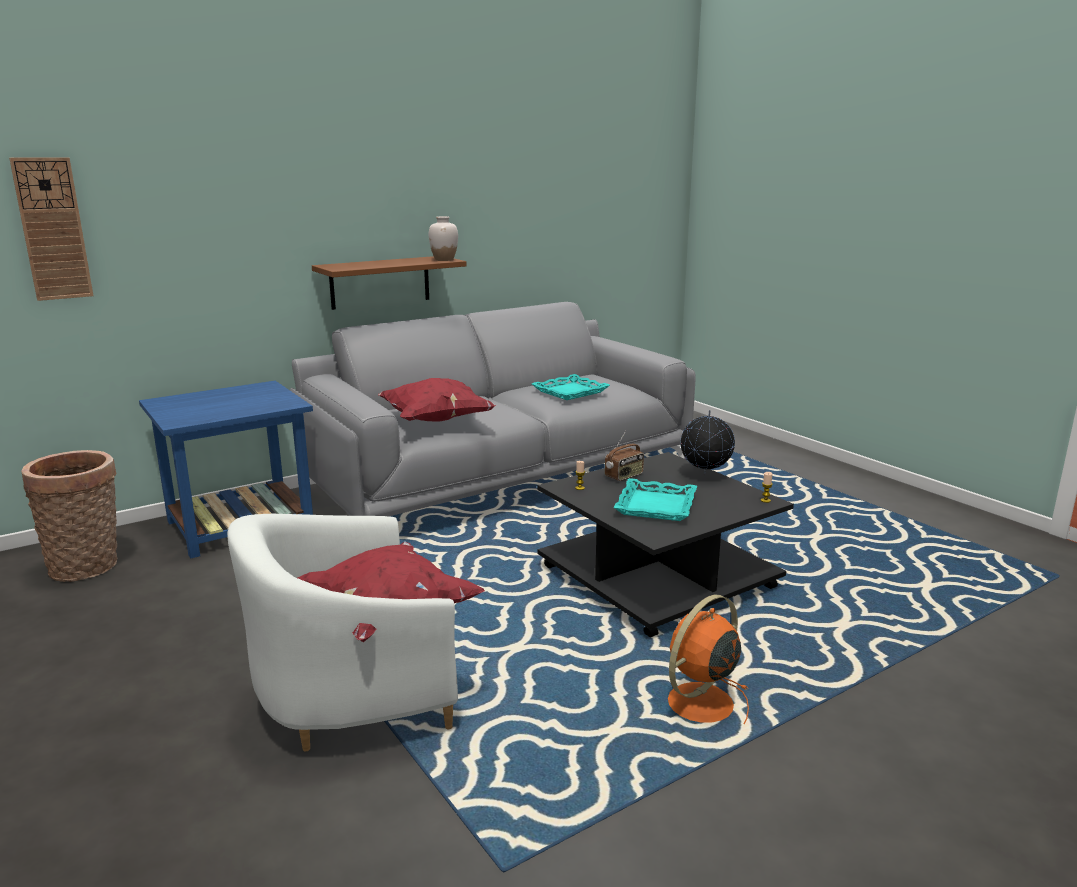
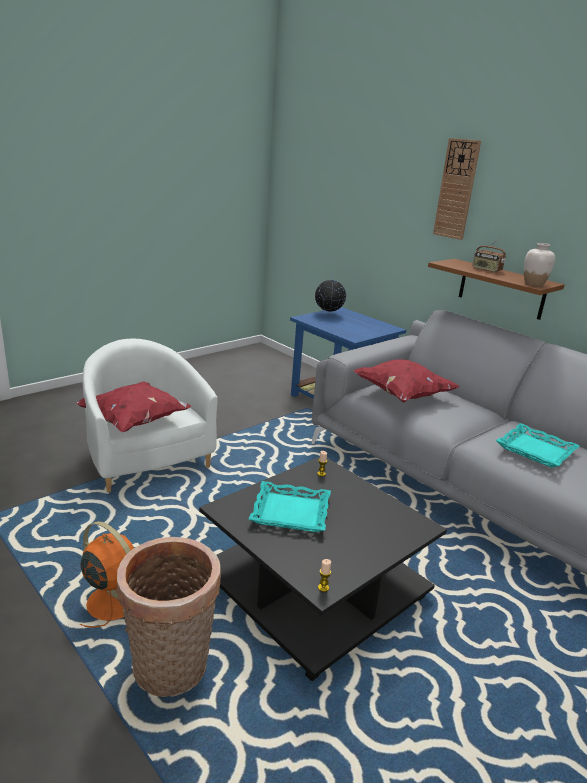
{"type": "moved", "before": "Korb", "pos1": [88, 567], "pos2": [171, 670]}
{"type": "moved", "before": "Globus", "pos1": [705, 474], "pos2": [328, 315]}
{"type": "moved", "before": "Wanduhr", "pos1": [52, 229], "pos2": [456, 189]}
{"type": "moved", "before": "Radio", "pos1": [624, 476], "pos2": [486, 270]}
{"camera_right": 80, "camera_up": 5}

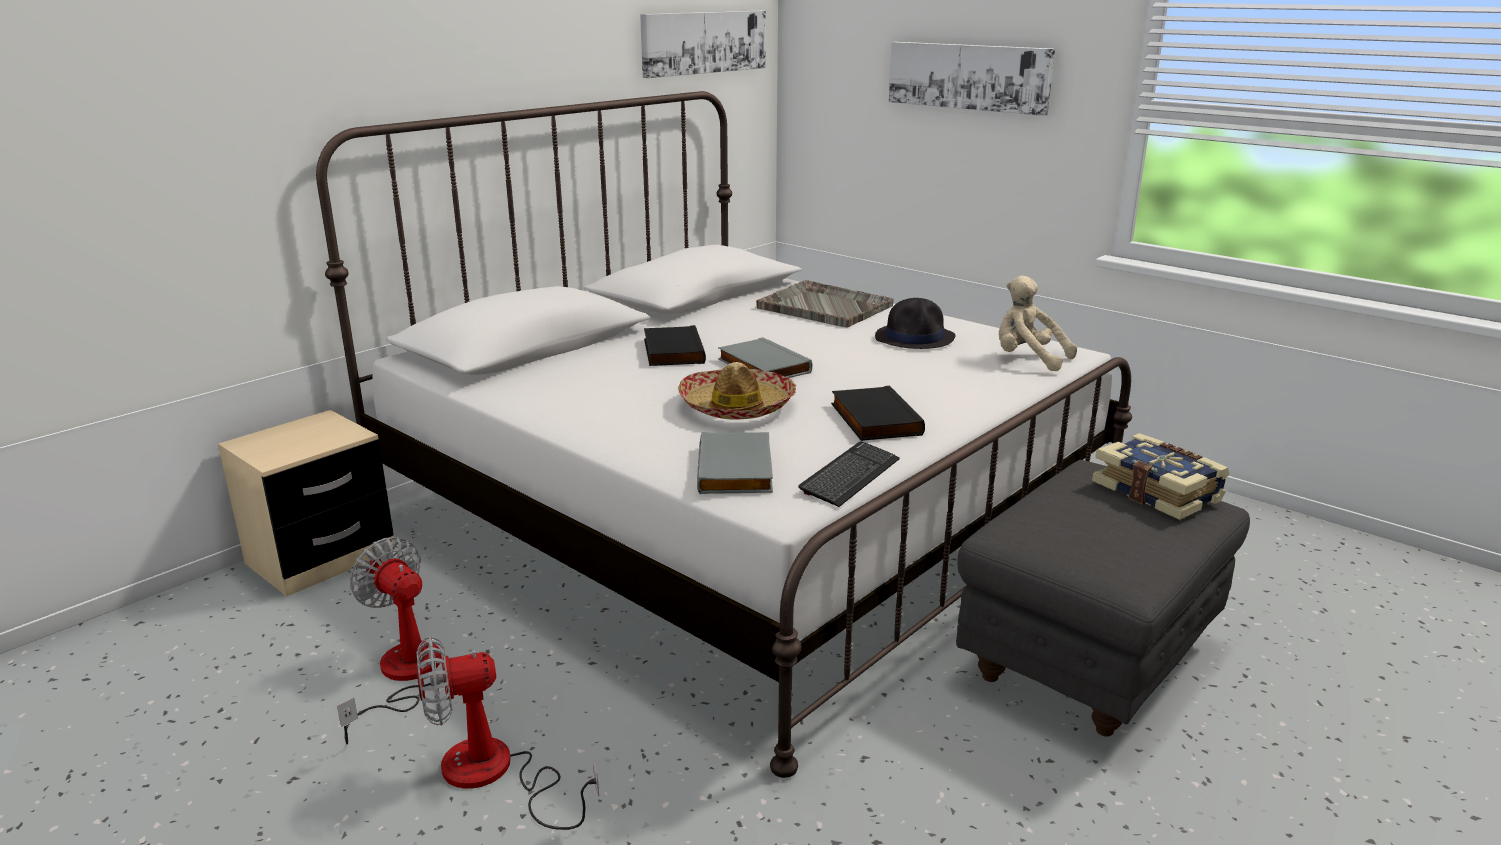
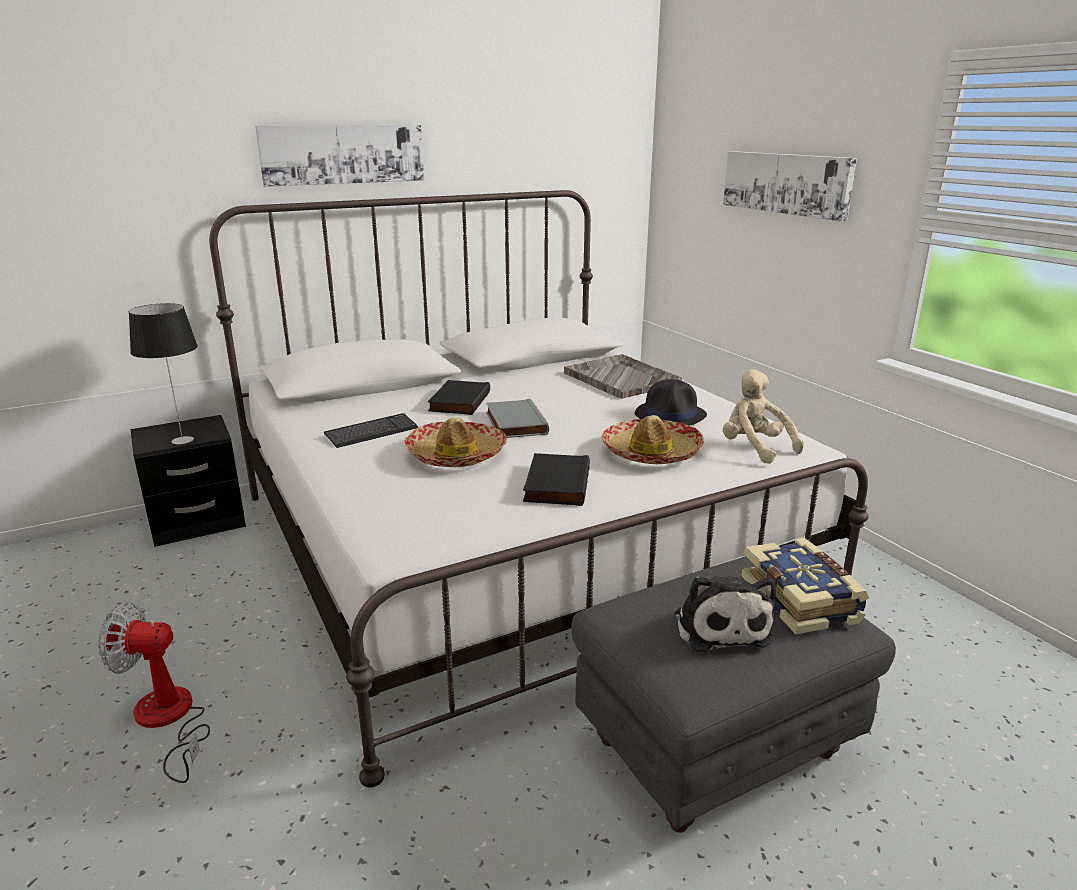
{"type": "added", "after": "Tischlampe", "pos2": [182, 440]}
{"type": "recoloured", "before": "Nachttisch [beige]", "after": "Nachttisch [schwarz]", "pos1": [321, 558], "pos2": [197, 522]}
{"type": "moved", "before": "Bild", "pos1": [703, 42], "pos2": [343, 154]}
{"type": "moved", "before": "Tastatur", "pos1": [850, 476], "pos2": [371, 432]}
{"type": "added", "after": "Hut", "pos2": [651, 452]}
{"type": "added", "after": "Plüschtier", "pos2": [720, 625]}
{"type": "removed", "before": "Ventilator", "pos1": [401, 677]}
{"type": "removed", "before": "Buch [grau]", "pos1": [738, 469]}
{"camera_right": 20, "camera_up": 0}

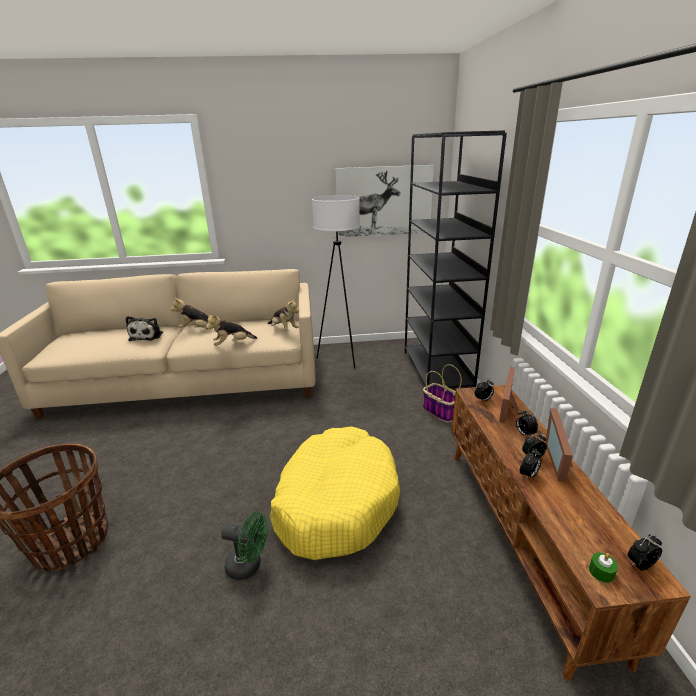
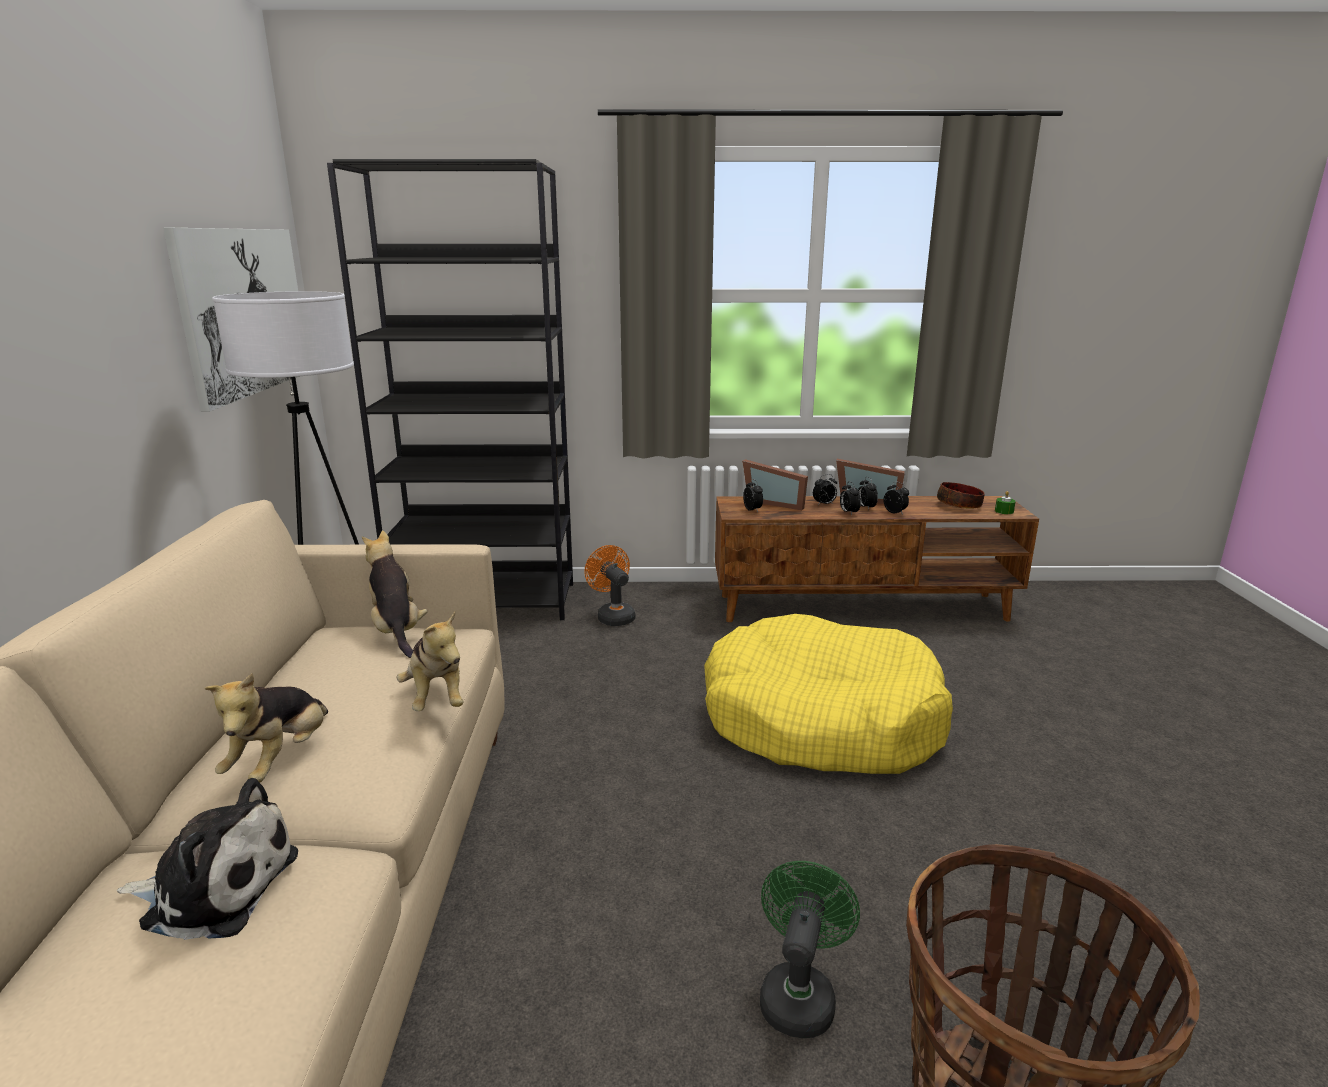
{"type": "turned", "before": "Plüschtier", "pos1": [284, 329], "pos2": [397, 630], "turn": -75}
{"type": "replaced", "before": "Korb", "after": "Ventilator [orange]", "pos1": [440, 411], "pos2": [613, 616]}
{"type": "moved", "before": "Ventilator [grün]", "pos1": [249, 566], "pos2": [799, 994]}
{"type": "moved", "before": "Wecker", "pos1": [639, 564], "pos2": [848, 513]}
{"type": "added", "after": "Schüssel", "pos2": [959, 505]}
{"camera_right": -85, "camera_up": -5}

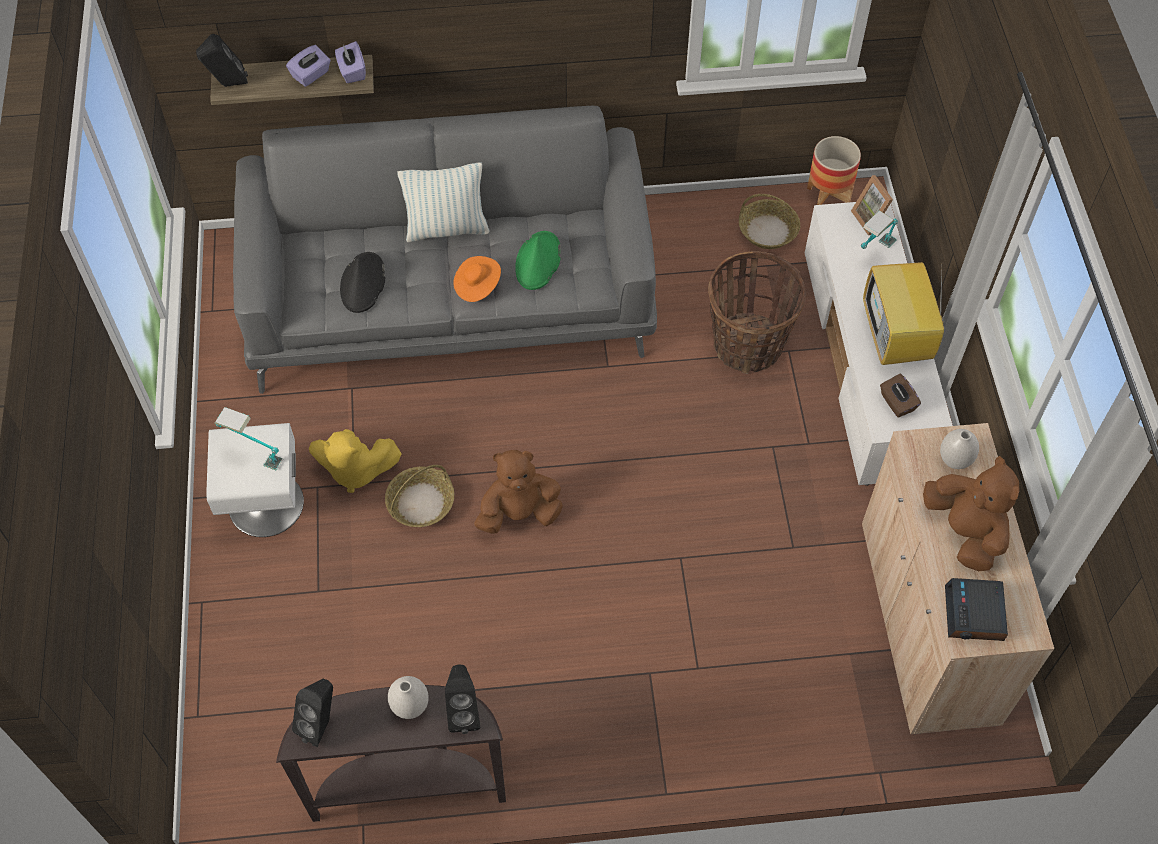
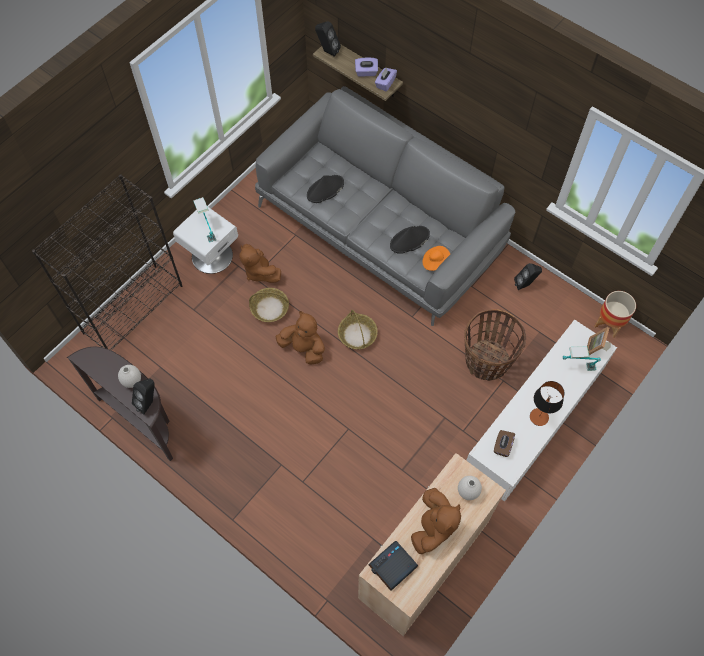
{"type": "added", "after": "Bücherregal [schwarz]", "pos2": [133, 308]}
{"type": "recoloured", "before": "Plüschtier [gelb]", "after": "Plüschtier [braun]", "pos1": [355, 470], "pos2": [259, 271]}
{"type": "moved", "before": "Korb", "pos1": [768, 231], "pos2": [357, 335]}
{"type": "recoloured", "before": "Hut [grün]", "after": "Hut [schwarz]", "pos1": [538, 261], "pos2": [409, 240]}
{"type": "moved", "before": "Hut [orange]", "pos1": [477, 286], "pos2": [435, 262]}
{"type": "moved", "before": "Lautsprecher [schwarz]", "pos1": [321, 724], "pos2": [525, 284]}
{"type": "replaced", "before": "Fernseher", "after": "Tischlampe", "pos1": [897, 338], "pos2": [539, 417]}
{"type": "removed", "before": "Kissen", "pos1": [447, 228]}
{"camera_right": 45, "camera_up": 5}

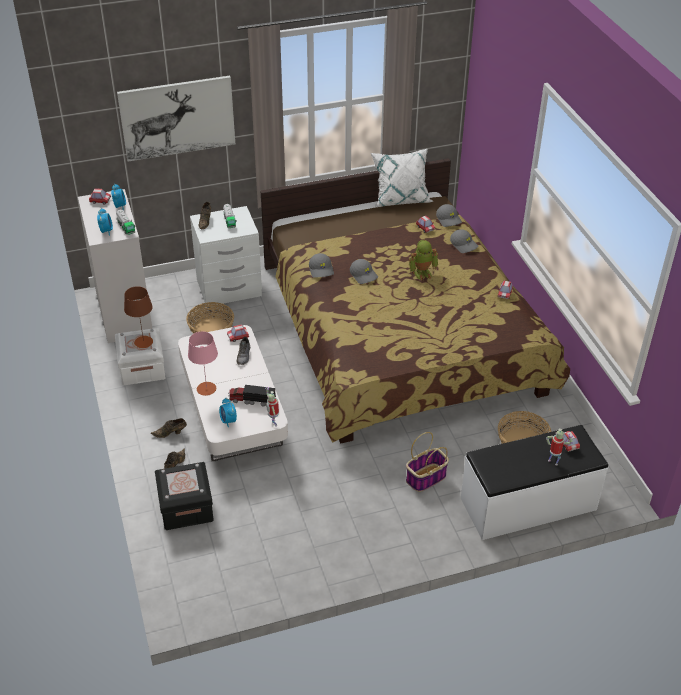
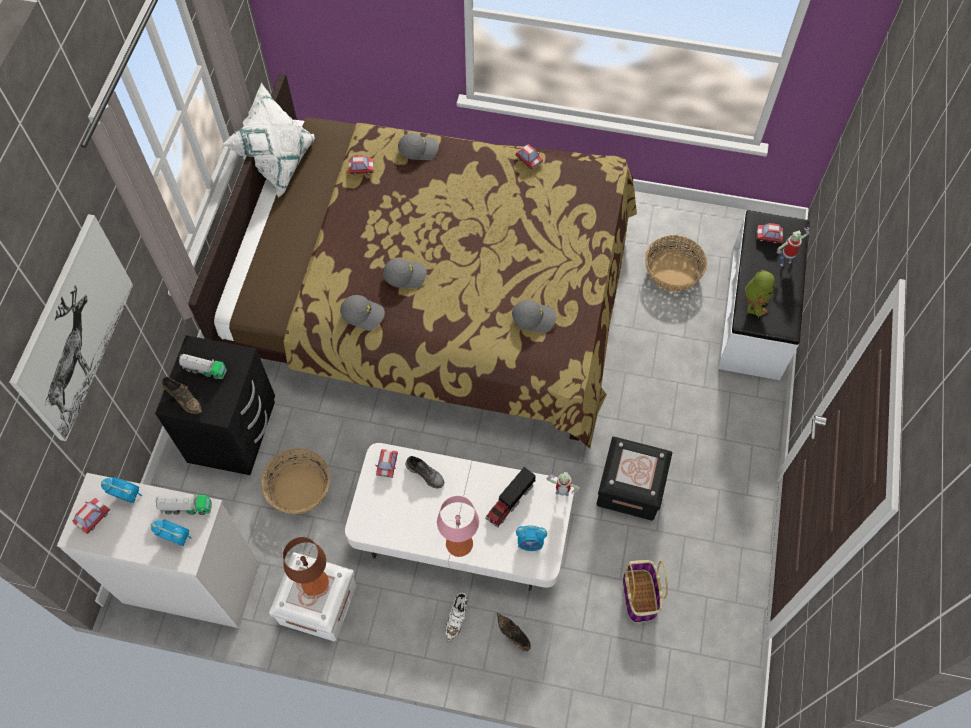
{"type": "recoloured", "before": "Nachttisch [weiß]", "after": "Nachttisch [schwarz]", "pos1": [229, 289], "pos2": [234, 432]}
{"type": "recoloured", "before": "Schuh [braun]", "after": "Schuh [weiß]", "pos1": [171, 433], "pos2": [457, 617]}
{"type": "moved", "before": "Kappe [grau]", "pos1": [449, 219], "pos2": [534, 317]}
{"type": "moved", "before": "Aufbewahrungsbox [schwarz]", "pos1": [186, 508], "pos2": [630, 487]}
{"type": "moved", "before": "Korb", "pos1": [426, 478], "pos2": [640, 596]}
{"type": "moved", "before": "Spielzeugroboter", "pos1": [422, 273], "pos2": [753, 304]}
{"camera_right": -60, "camera_up": 20}

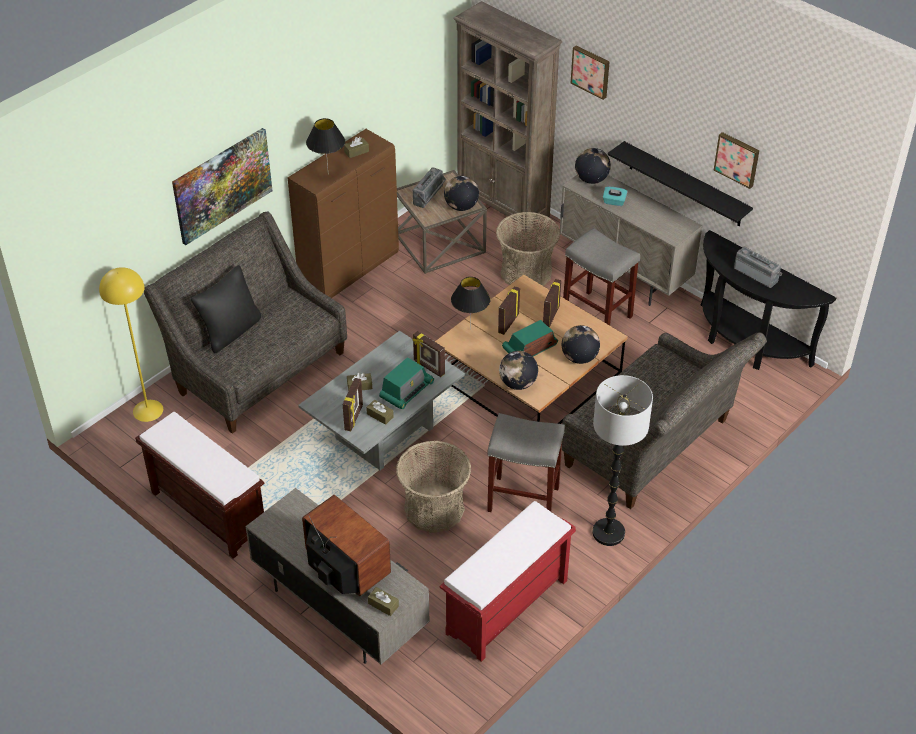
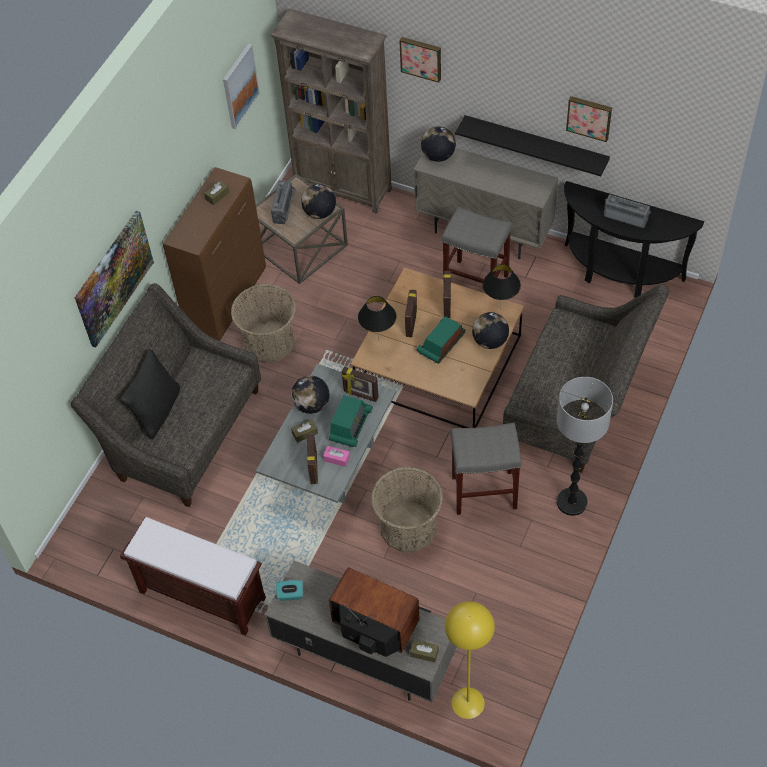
{"type": "added", "after": "Bild", "pos2": [239, 86]}
{"type": "moved", "before": "Korb", "pos1": [526, 272], "pos2": [269, 342]}
{"type": "moved", "before": "Taschentuchbox [türkis]", "pos1": [614, 202], "pos2": [290, 594]}
{"type": "moved", "before": "Globus", "pos1": [517, 383], "pos2": [311, 405]}
{"type": "recoloured", "before": "Taschentuchbox [braun]", "after": "Taschentuchbox [rosa]", "pos1": [380, 415], "pos2": [337, 459]}
{"type": "moved", "before": "Stehlampe [gelb]", "pos1": [148, 410], "pos2": [468, 702]}
{"type": "moved", "before": "Tischlampe [schwarz]", "pos1": [328, 174], "pos2": [500, 309]}
{"type": "removed", "before": "Bank [rot]", "pos1": [506, 608]}
{"camera_right": -15, "camera_up": 10}

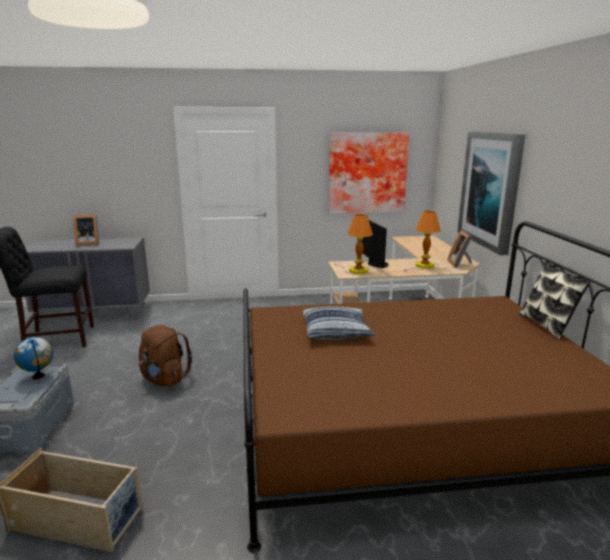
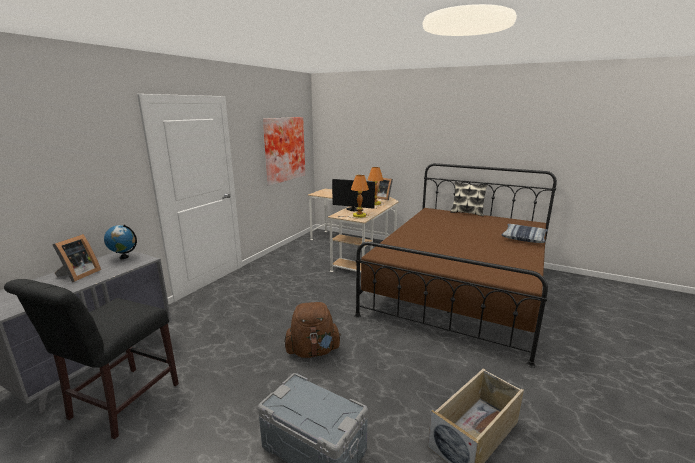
{"type": "moved", "before": "Globus", "pos1": [38, 376], "pos2": [124, 257]}
{"type": "moved", "before": "Kissen", "pos1": [336, 331], "pos2": [524, 238]}
{"type": "removed", "before": "Bild", "pos1": [490, 189]}
{"camera_right": -55, "camera_up": 0}

